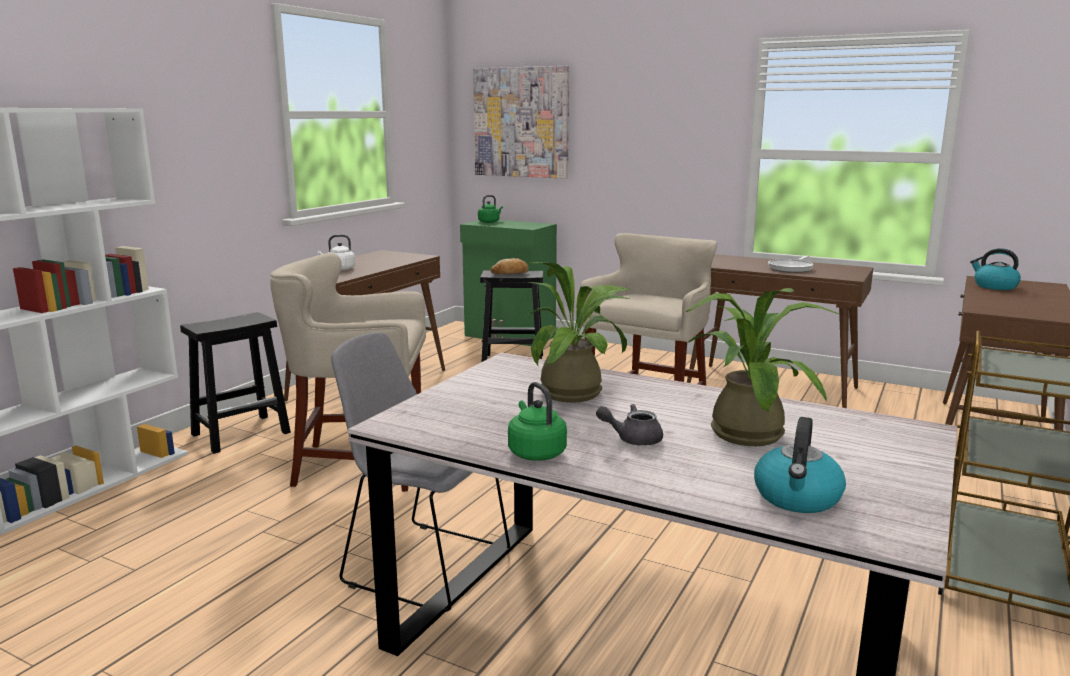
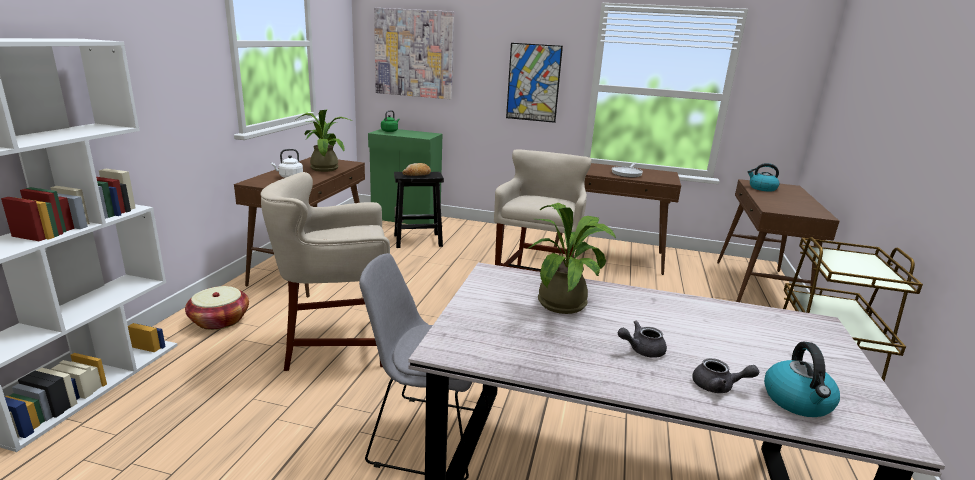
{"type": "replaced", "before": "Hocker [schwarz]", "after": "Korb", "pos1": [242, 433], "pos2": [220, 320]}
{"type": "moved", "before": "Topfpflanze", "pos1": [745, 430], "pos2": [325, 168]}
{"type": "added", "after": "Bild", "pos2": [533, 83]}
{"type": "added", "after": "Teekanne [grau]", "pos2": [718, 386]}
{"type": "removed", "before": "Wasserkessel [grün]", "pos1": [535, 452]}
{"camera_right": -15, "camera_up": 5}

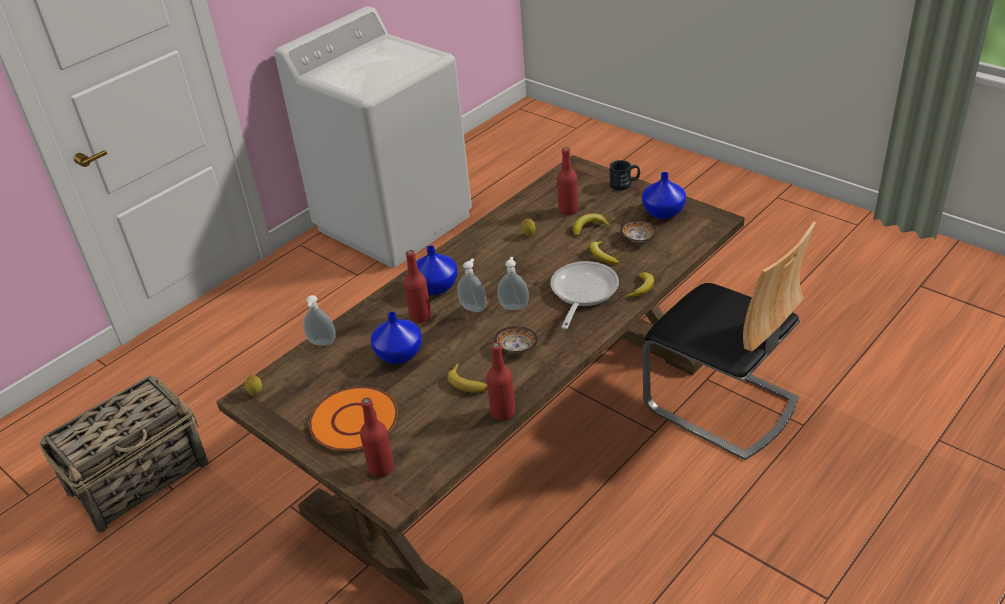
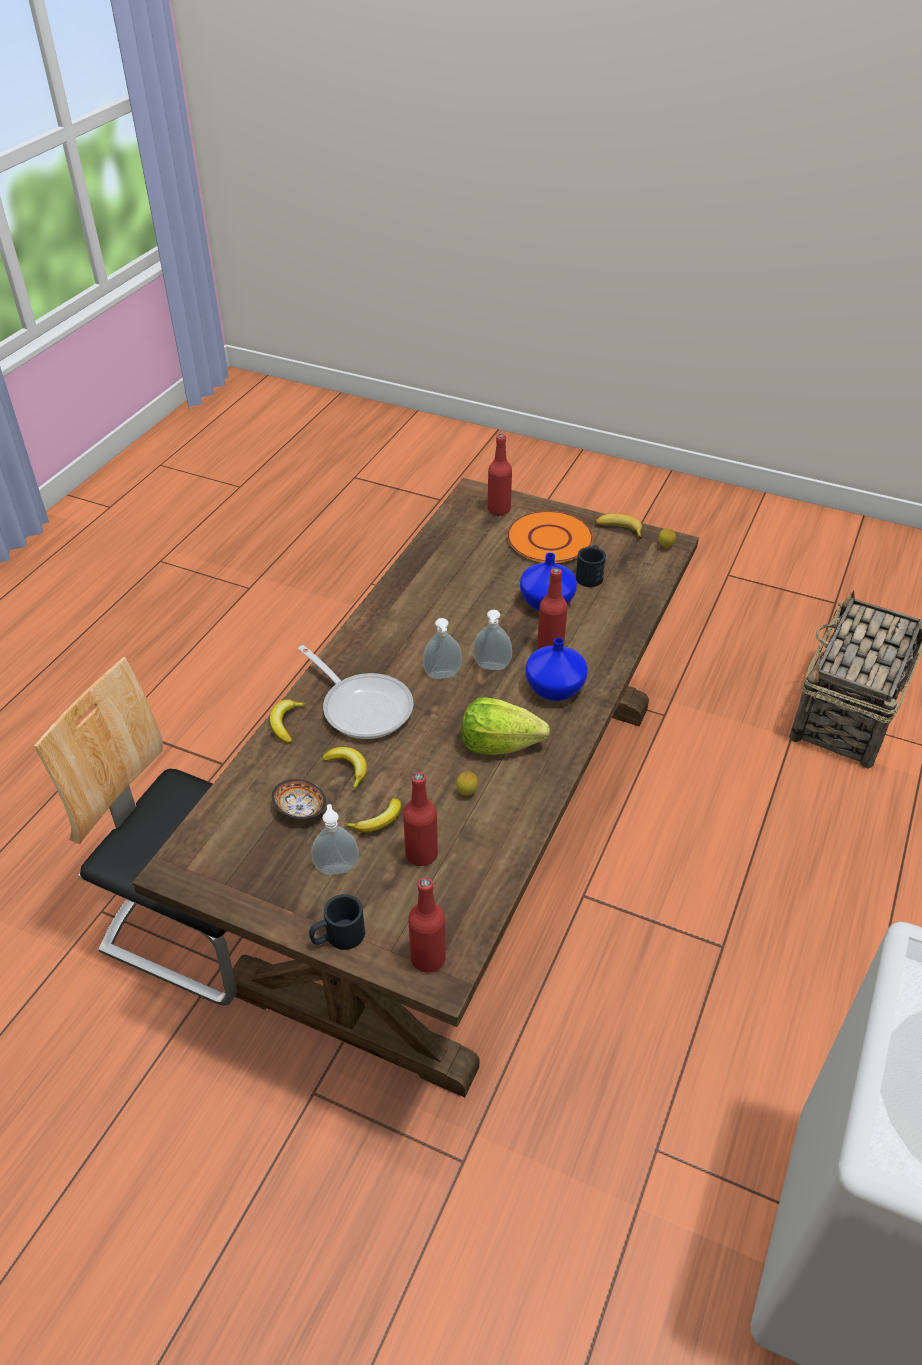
{"type": "turned", "before": "Pfanne", "pos1": [582, 293], "pos2": [363, 706], "turn": -45}
{"type": "moved", "before": "Seifenspender", "pos1": [322, 343], "pos2": [336, 867]}
{"type": "moved", "before": "Flasche [rot]", "pos1": [503, 412], "pos2": [428, 958]}
{"type": "added", "after": "Salatkopf", "pos2": [499, 744]}
{"type": "added", "after": "Henkelbecher [schwarz]", "pos2": [590, 574]}
{"type": "moved", "before": "Banane", "pos1": [468, 383], "pos2": [618, 529]}
{"type": "removed", "before": "Schüssel", "pos1": [516, 348]}
{"type": "removed", "before": "Vase [blau]", "pos1": [662, 213]}
{"camera_right": 160, "camera_up": 5}

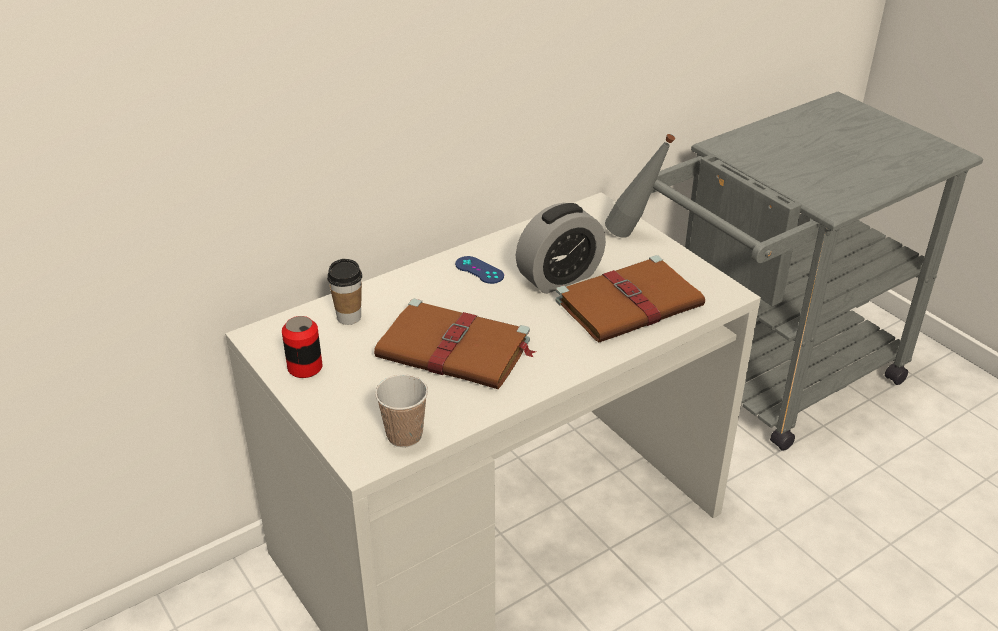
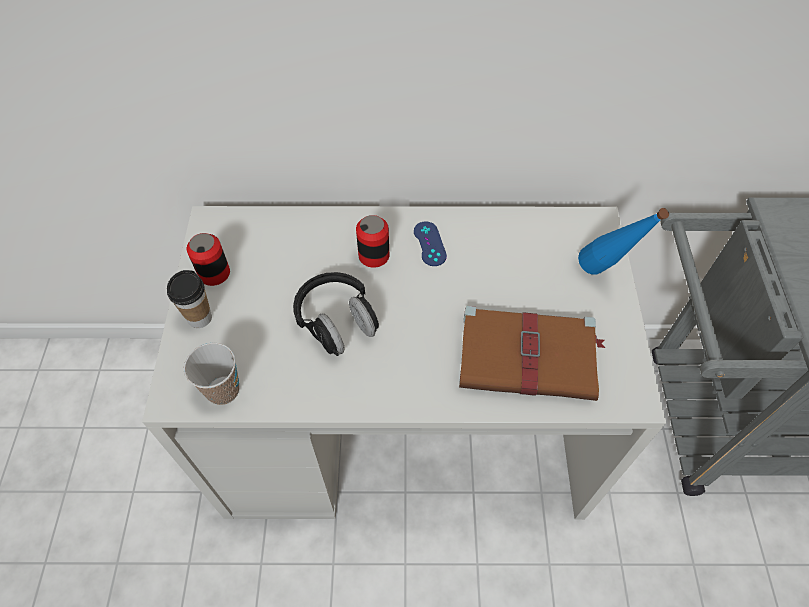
{"type": "moved", "before": "Tasse", "pos1": [349, 317], "pos2": [200, 318]}
{"type": "replaced", "before": "Buch [braun]", "after": "Kopfhörer [schwarz]", "pos1": [456, 350], "pos2": [337, 322]}
{"type": "added", "after": "Dose", "pos2": [374, 256]}
{"type": "recoloured", "before": "Flasche [grau]", "after": "Flasche [blau]", "pos1": [634, 235], "pos2": [603, 276]}
{"type": "removed", "before": "Wecker", "pos1": [559, 277]}
{"camera_right": 35, "camera_up": 20}

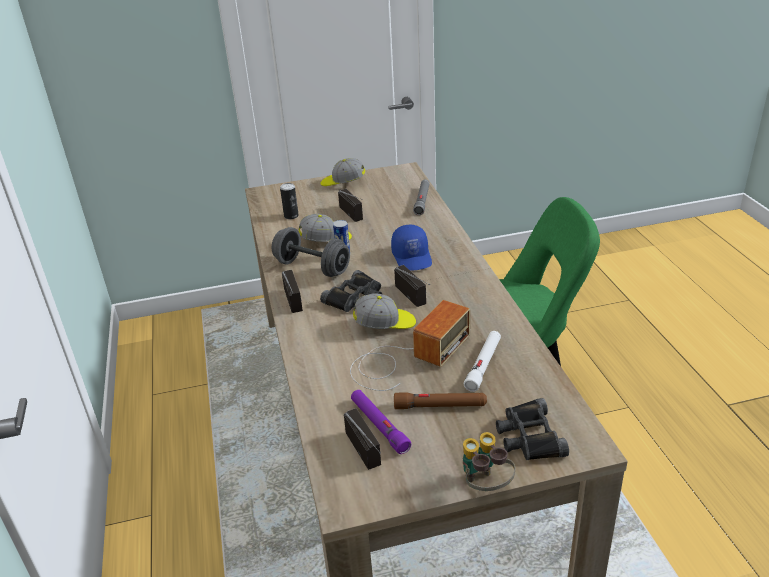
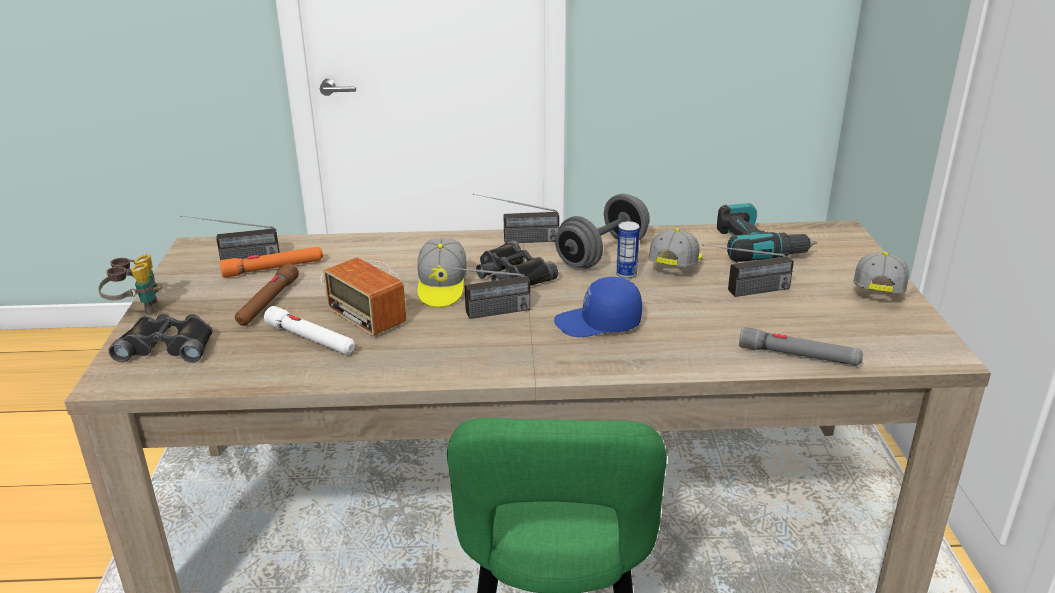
{"type": "recoloured", "before": "Taschenlampe [lila]", "after": "Taschenlampe [orange]", "pos1": [379, 425], "pos2": [273, 268]}
{"type": "turned", "before": "Kappe", "pos1": [326, 240], "pos2": [675, 266], "turn": -150}
{"type": "replaced", "before": "Dose", "after": "Bohrmaschine", "pos1": [291, 216], "pos2": [757, 247]}
{"camera_right": 100, "camera_up": -5}

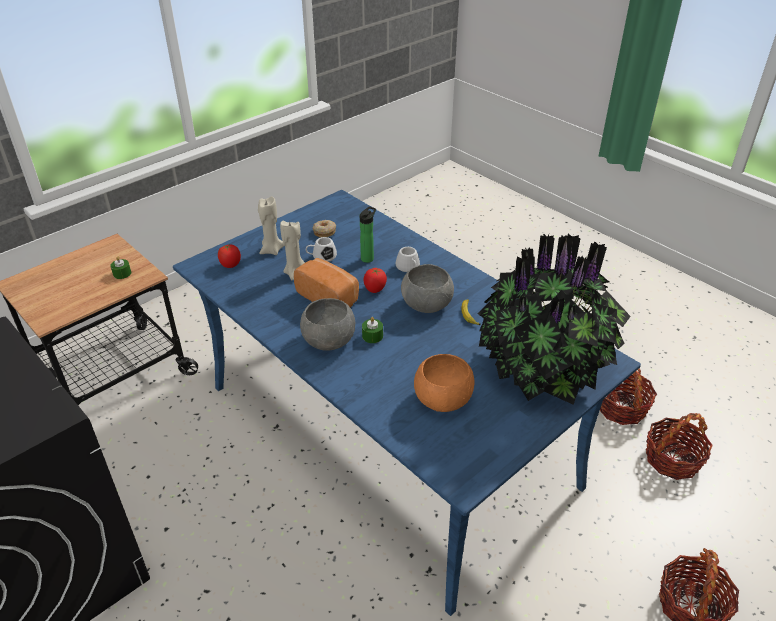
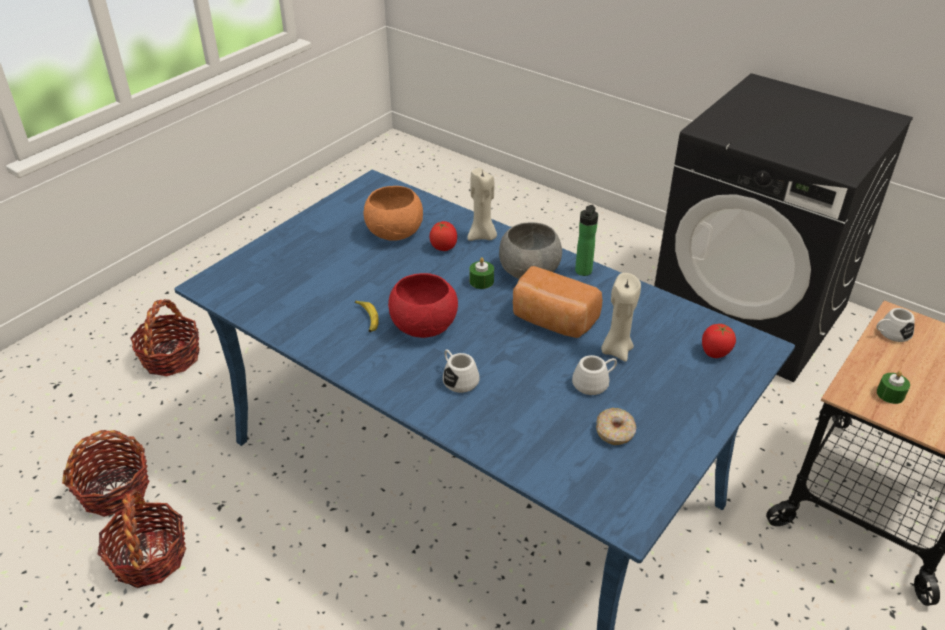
{"type": "recoloured", "before": "Schüssel [grau]", "after": "Schüssel [rot]", "pos1": [426, 304], "pos2": [424, 326]}
{"type": "moved", "before": "Tomate", "pos1": [375, 289], "pos2": [443, 247]}
{"type": "moved", "before": "Kerze [beige]", "pos1": [271, 250], "pos2": [482, 236]}
{"type": "moved", "before": "Flasche", "pos1": [368, 258], "pos2": [582, 272]}
{"type": "added", "after": "Henkelbecher [weiß]", "pos2": [890, 333]}
{"type": "removed", "before": "Topfpflanze", "pos1": [543, 370]}
{"camera_right": 170, "camera_up": 0}

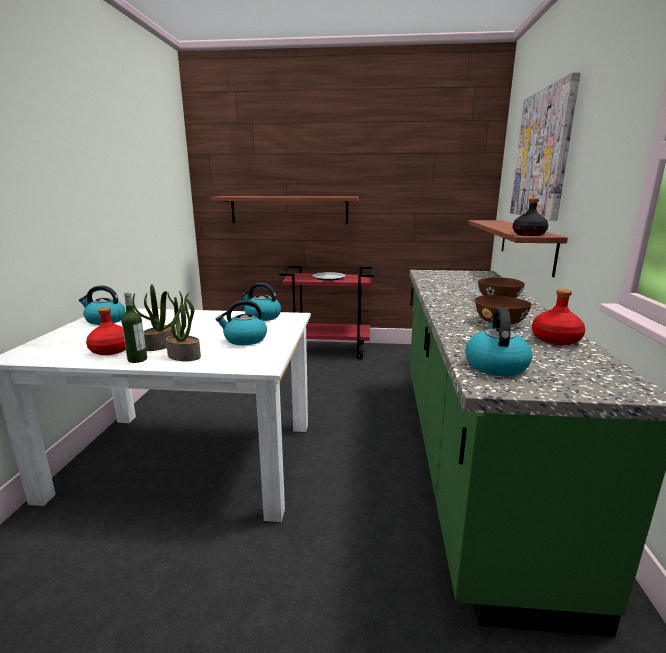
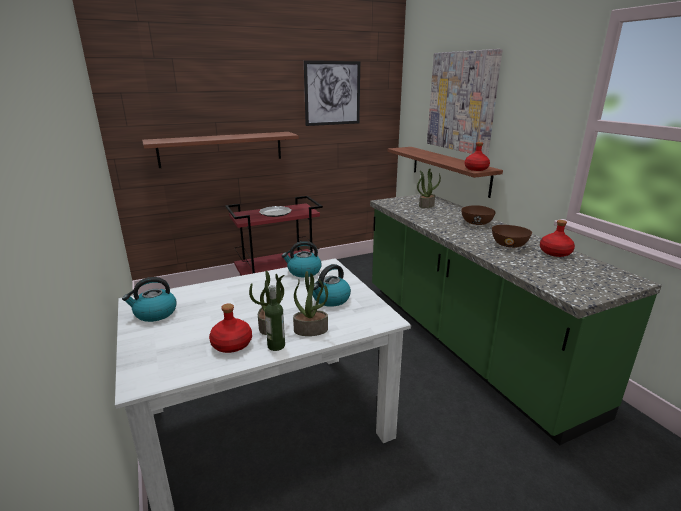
{"type": "added", "after": "Bild", "pos2": [332, 93]}
{"type": "added", "after": "Topfpflanze", "pos2": [426, 205]}
{"type": "recoloured", "before": "Flasche [schwarz]", "after": "Flasche [rot]", "pos1": [529, 234], "pos2": [476, 169]}
{"type": "removed", "before": "Wasserkessel", "pos1": [495, 365]}
{"camera_right": -30, "camera_up": 5}

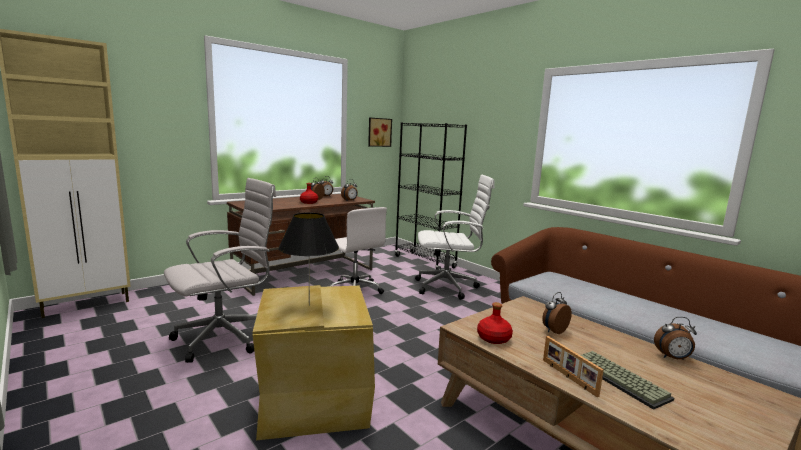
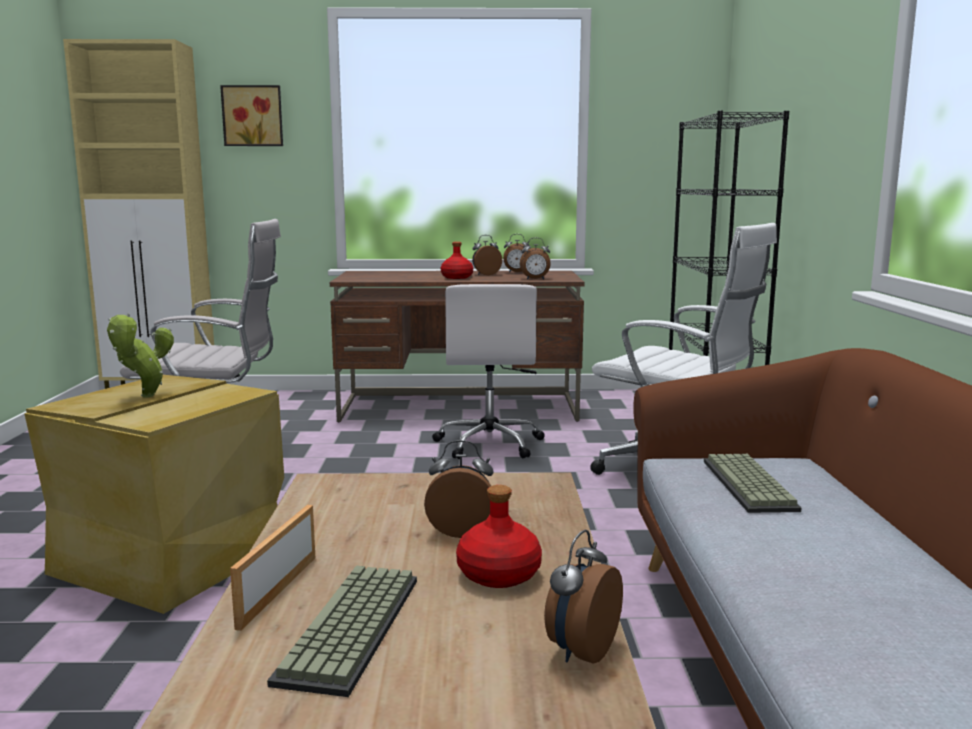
{"type": "replaced", "before": "Tischlampe [schwarz]", "after": "Topfpflanze", "pos1": [309, 305], "pos2": [145, 397]}
{"type": "moved", "before": "Bild", "pos1": [379, 132], "pos2": [253, 116]}
{"type": "moved", "before": "Flasche [rot]", "pos1": [493, 338], "pos2": [498, 575]}
{"type": "turned", "before": "Wecker", "pos1": [672, 358], "pos2": [580, 651], "turn": 75}
{"type": "added", "after": "Tastatur", "pos2": [751, 485]}
{"camera_right": 40, "camera_up": 0}

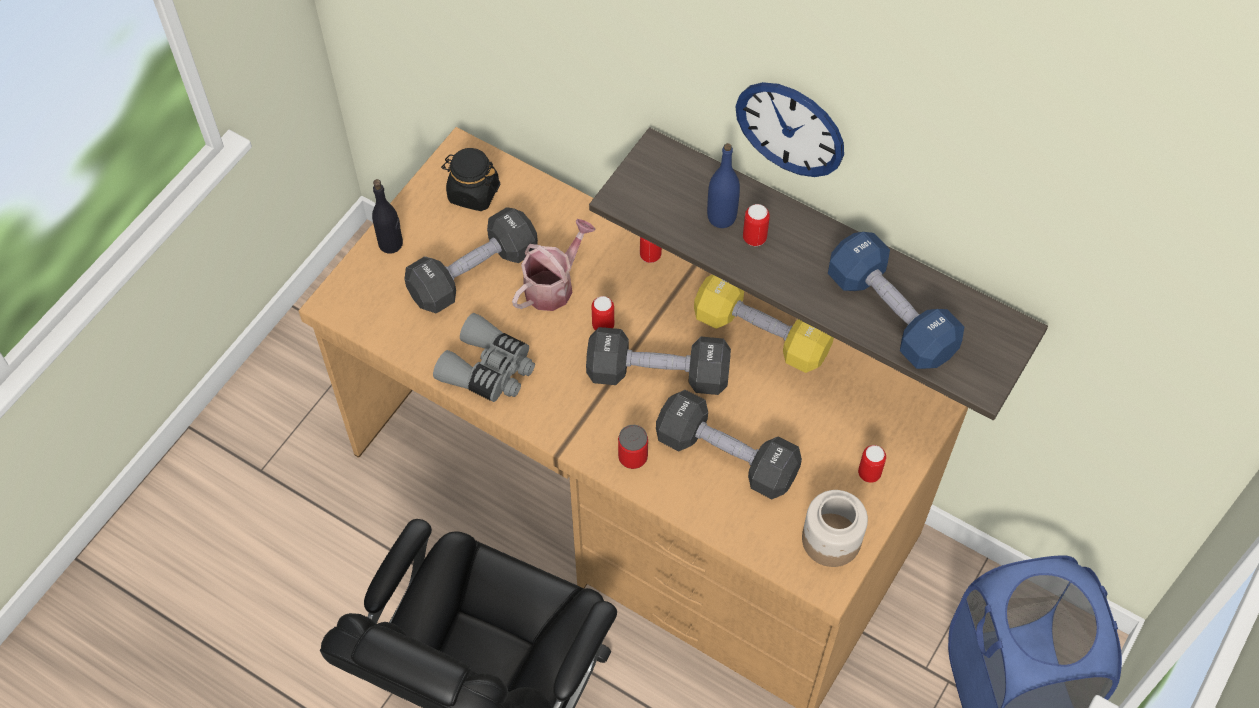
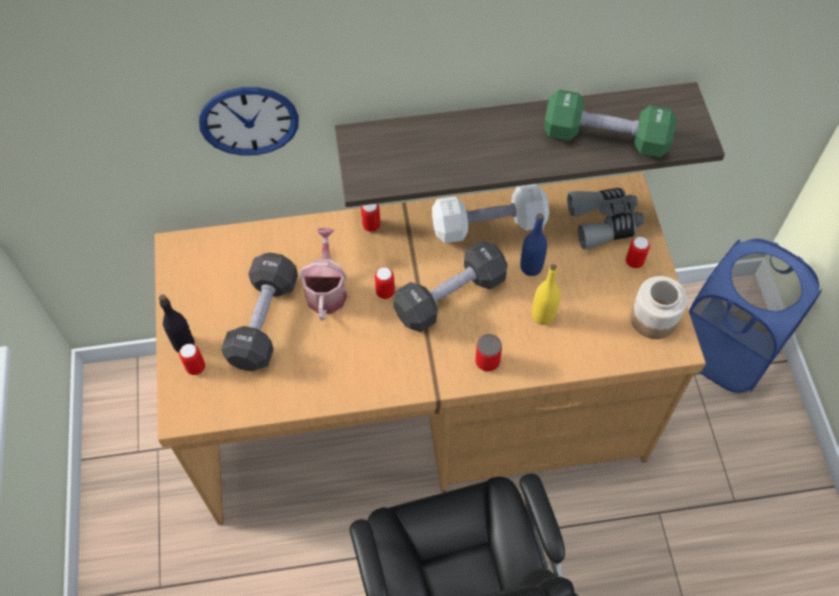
{"type": "moved", "before": "Dose", "pos1": [754, 238], "pos2": [196, 367]}
{"type": "moved", "before": "Wanduhr", "pos1": [790, 129], "pos2": [249, 121]}
{"type": "recoloured", "before": "Hantel [gelb]", "after": "Hantel [weiß]", "pos1": [761, 334], "pos2": [489, 225]}
{"type": "moved", "before": "Flasche [blau]", "pos1": [721, 217], "pos2": [531, 267]}
{"type": "replaced", "before": "Hantel [schwarz]", "after": "Flasche [gelb]", "pos1": [726, 456], "pos2": [543, 316]}
{"type": "recoloured", "before": "Hantel [blau]", "after": "Hantel [grün]", "pos1": [890, 314], "pos2": [605, 138]}
{"type": "moved", "before": "Fernglas [grau]", "pos1": [489, 369], "pos2": [604, 222]}
{"type": "removed", "before": "Vorratsglas [schwarz]", "pos1": [473, 193]}
{"camera_right": -40, "camera_up": 0}

